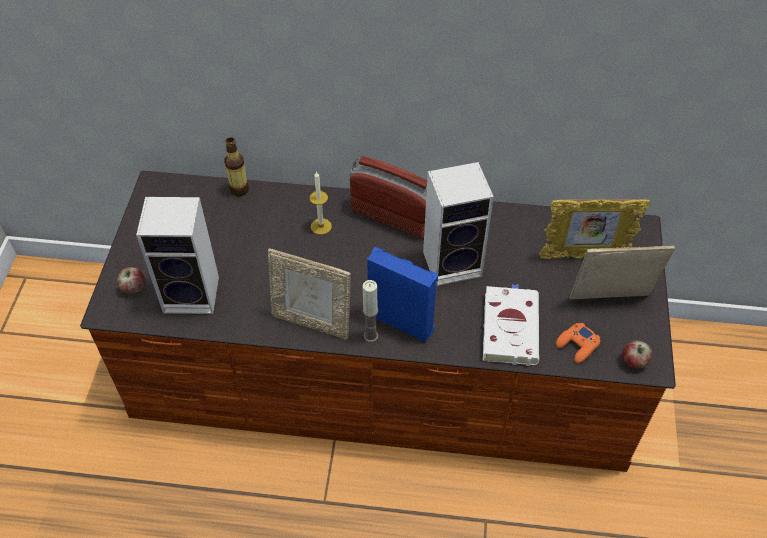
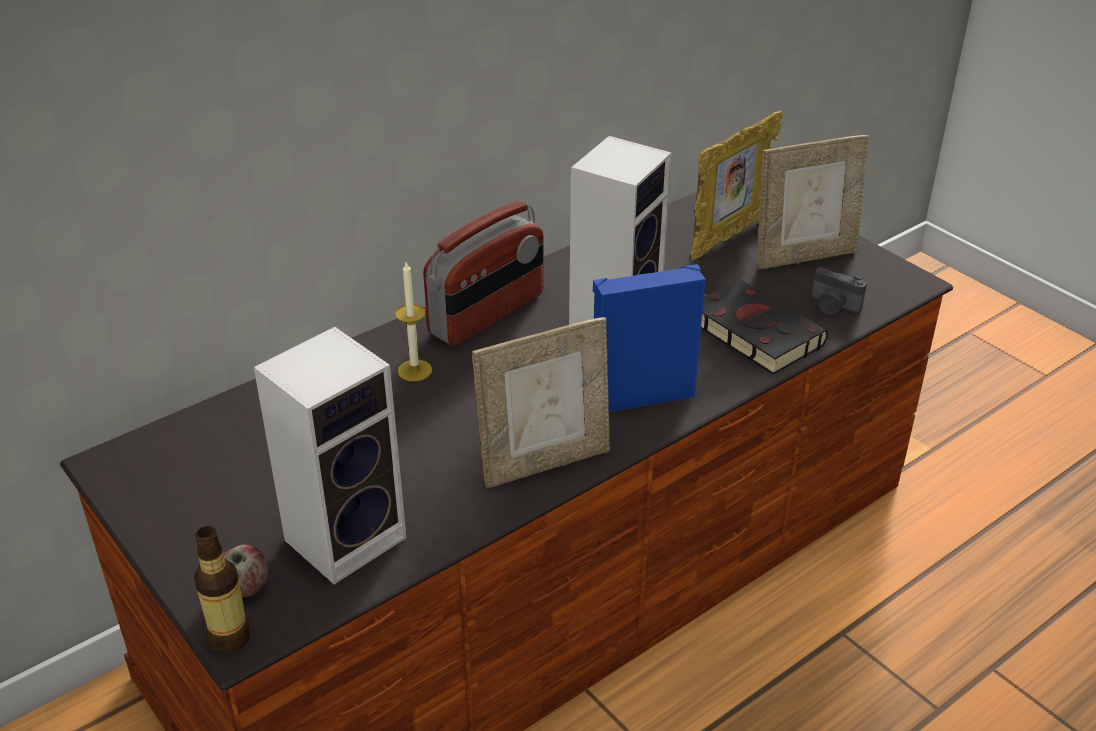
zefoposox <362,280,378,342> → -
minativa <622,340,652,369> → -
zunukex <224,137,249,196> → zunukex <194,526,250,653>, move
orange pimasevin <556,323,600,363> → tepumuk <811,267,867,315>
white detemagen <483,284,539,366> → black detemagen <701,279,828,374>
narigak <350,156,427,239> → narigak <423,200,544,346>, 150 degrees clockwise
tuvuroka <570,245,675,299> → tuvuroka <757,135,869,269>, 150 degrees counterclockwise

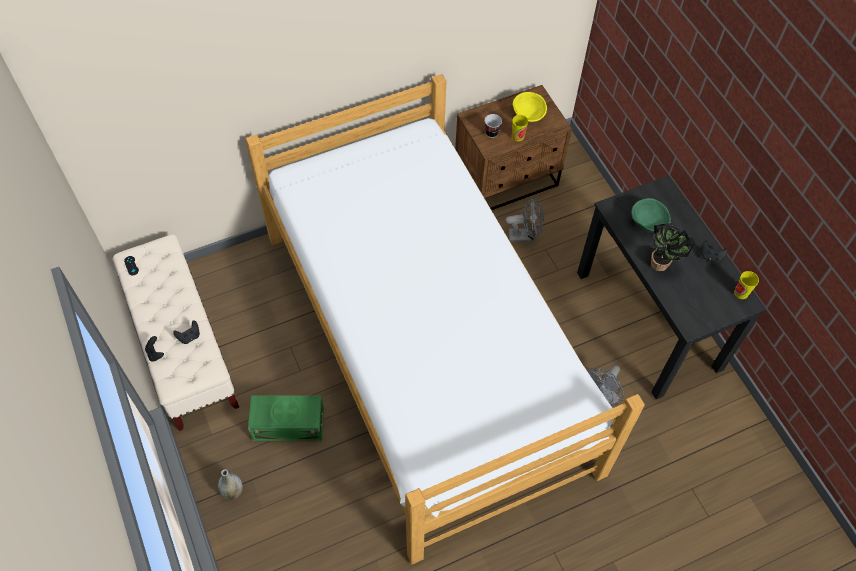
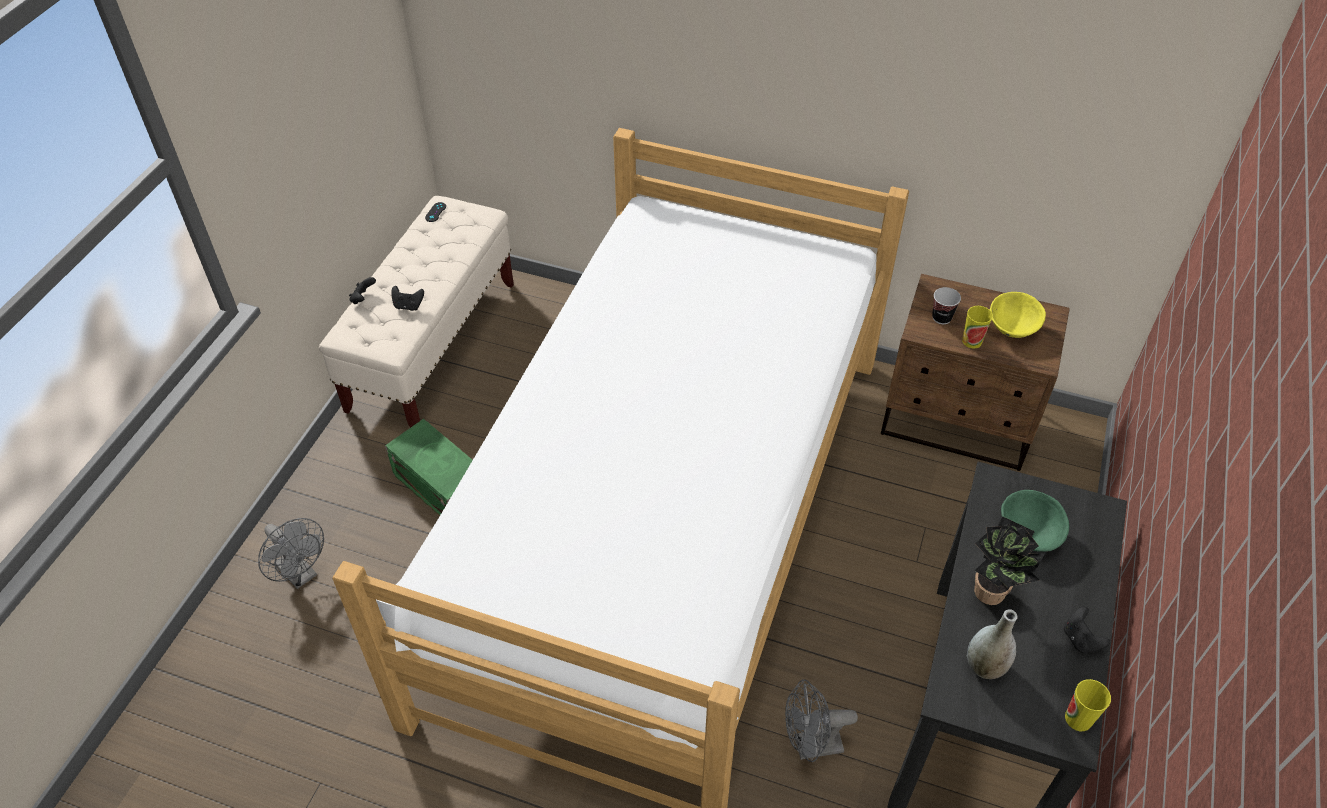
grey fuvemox <218,469,243,500> → grey fuvemox <967,609,1017,679>, move
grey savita <505,197,544,242> → grey savita <258,518,324,589>, move

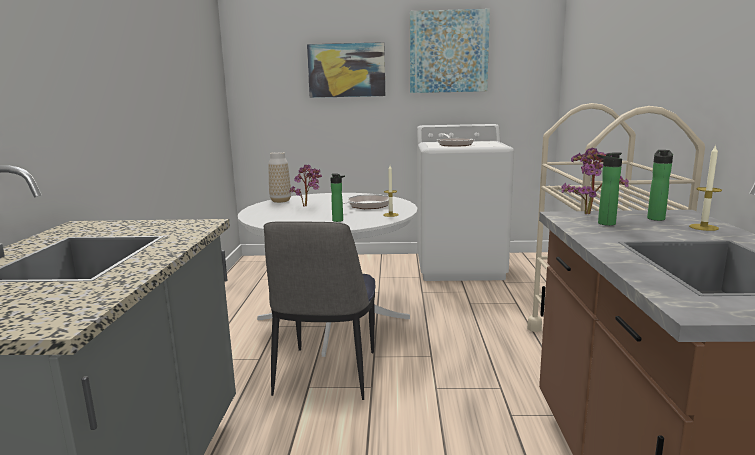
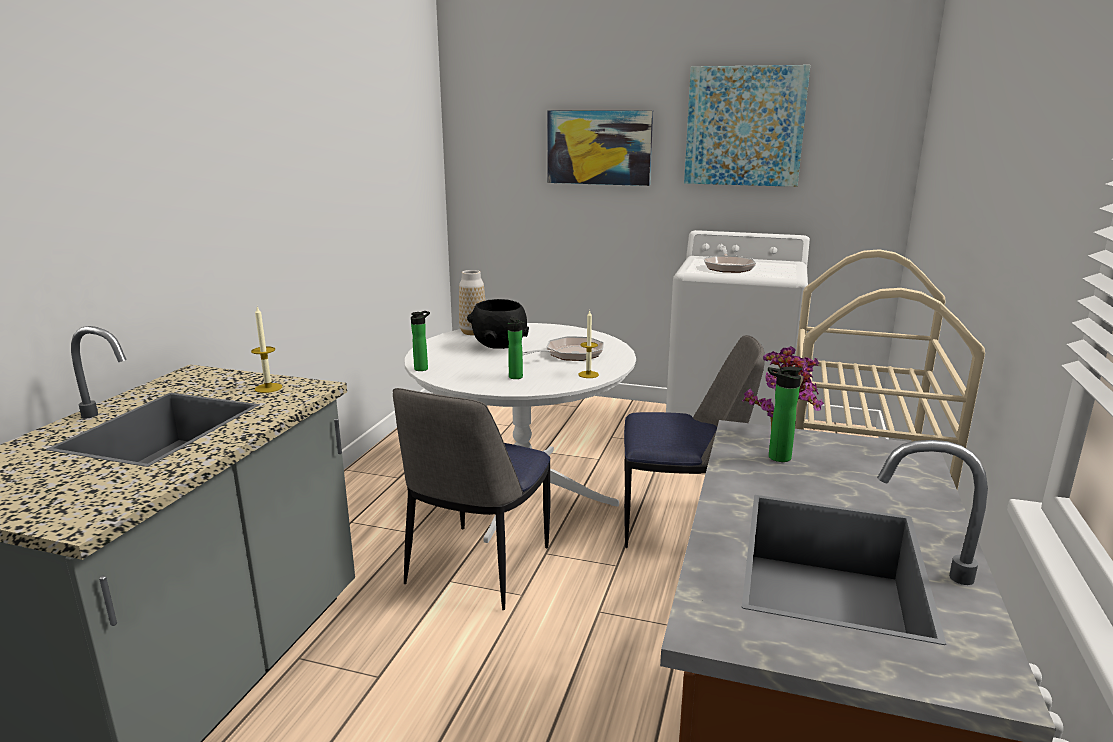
- → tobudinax <624,335,765,548>
zunukex <647,150,673,221> → zunukex <411,311,430,371>, move
zefoposox <689,144,722,231> → zefoposox <251,307,282,393>, move
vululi <289,164,322,206> → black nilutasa <467,299,529,349>

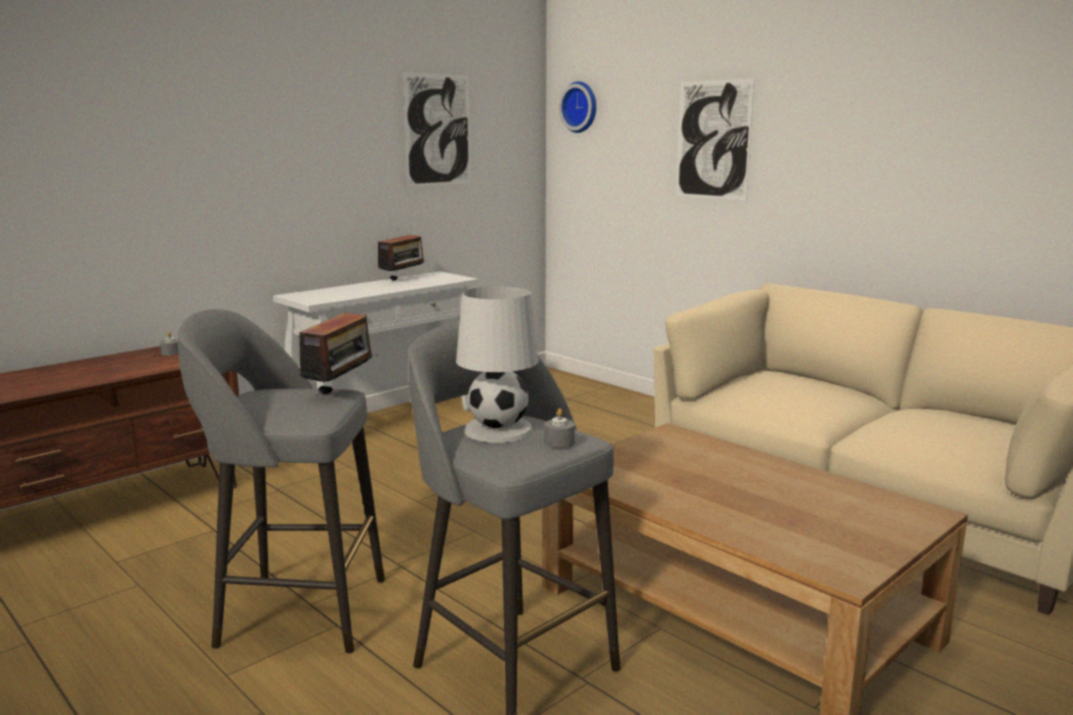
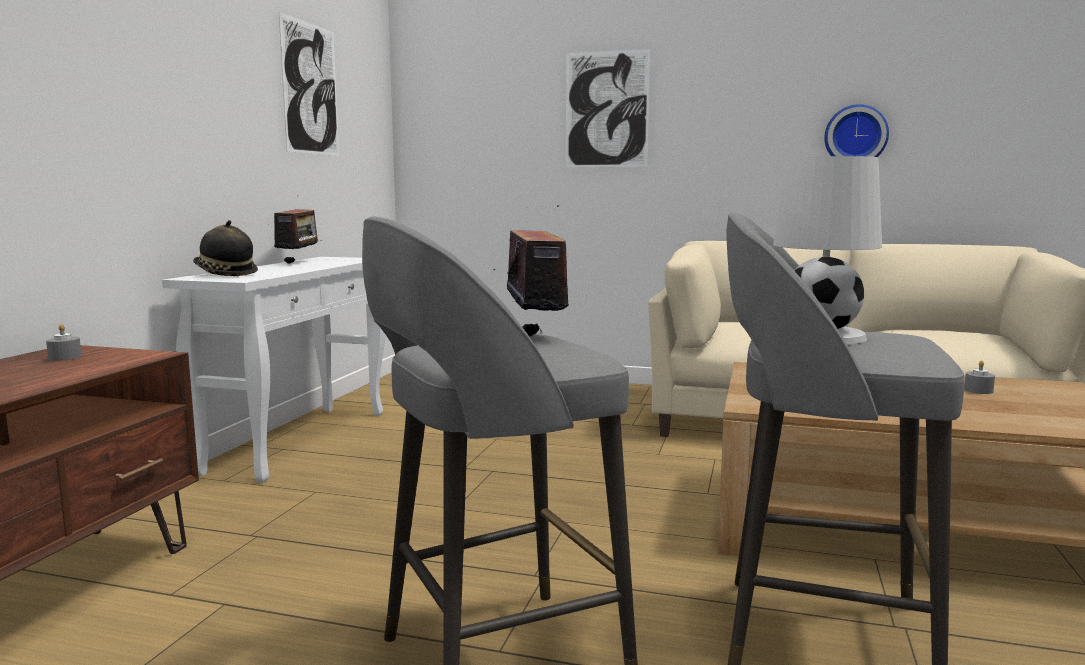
- → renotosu <193,220,258,276>
grey zefoposox <545,408,575,448> → grey zefoposox <964,360,995,394>, move
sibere <559,81,596,133> → sibere <824,104,889,157>, move

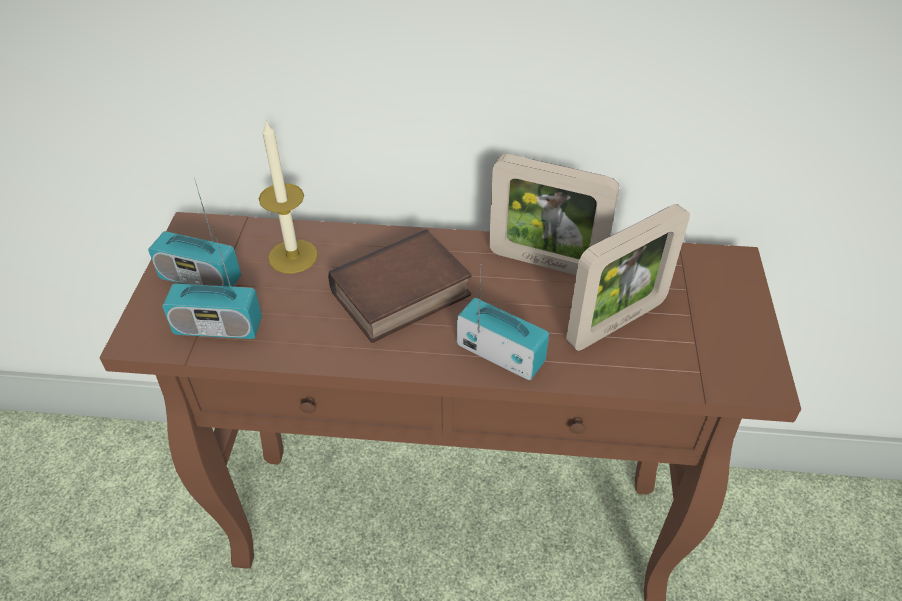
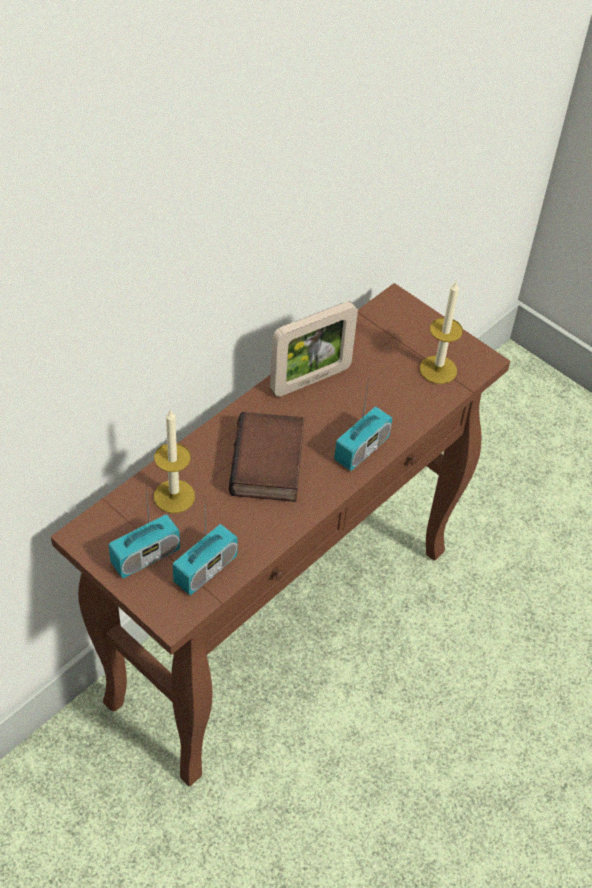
tuvuroka <566,204,690,351> → -
- → zefoposox <420,280,463,384>
narigak <457,271,549,380> → narigak <334,376,392,471>, 150 degrees clockwise

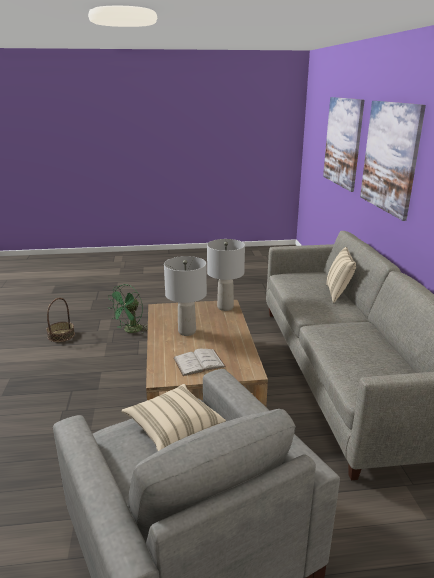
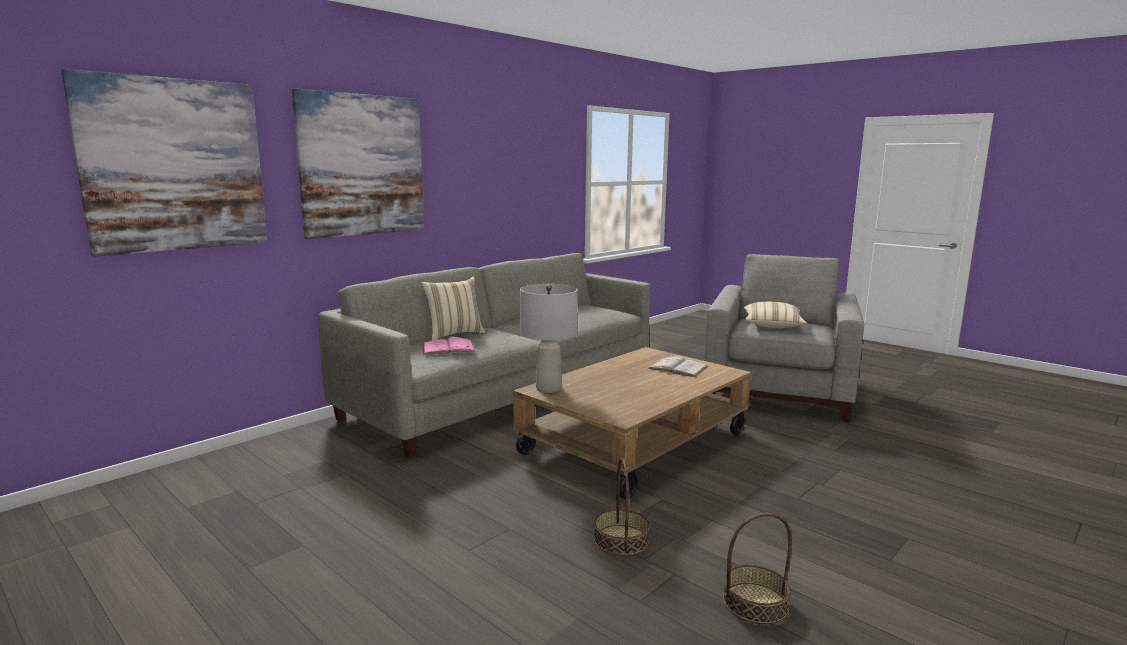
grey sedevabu <164,256,207,336> → -
- → pink detemagen <423,337,476,355>
green savita <108,284,148,334> → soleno <594,458,650,556>

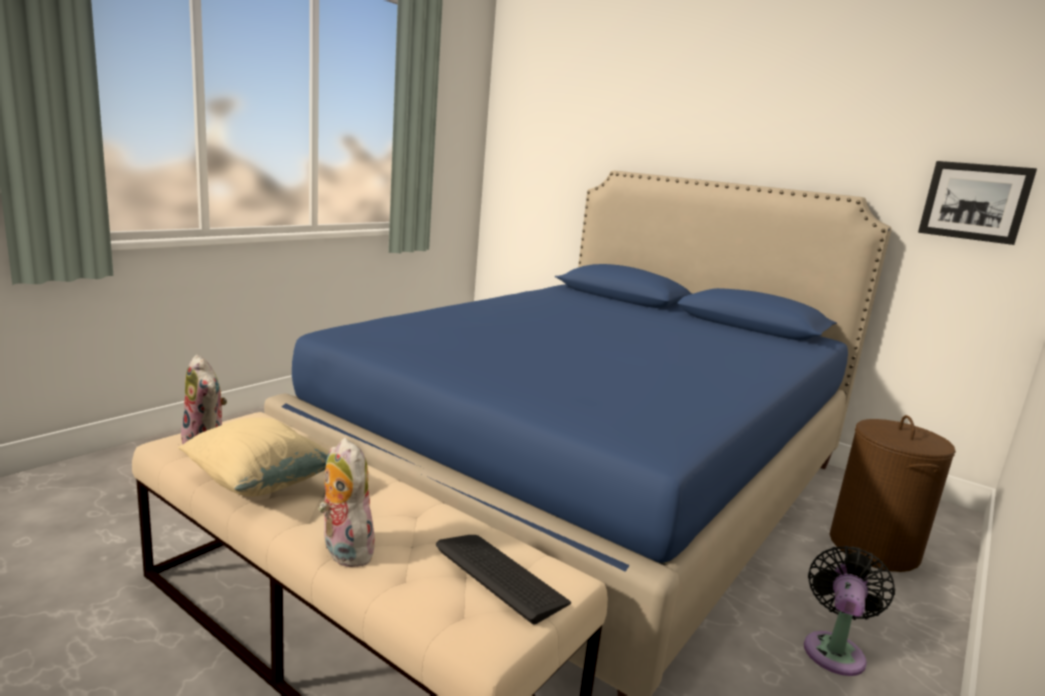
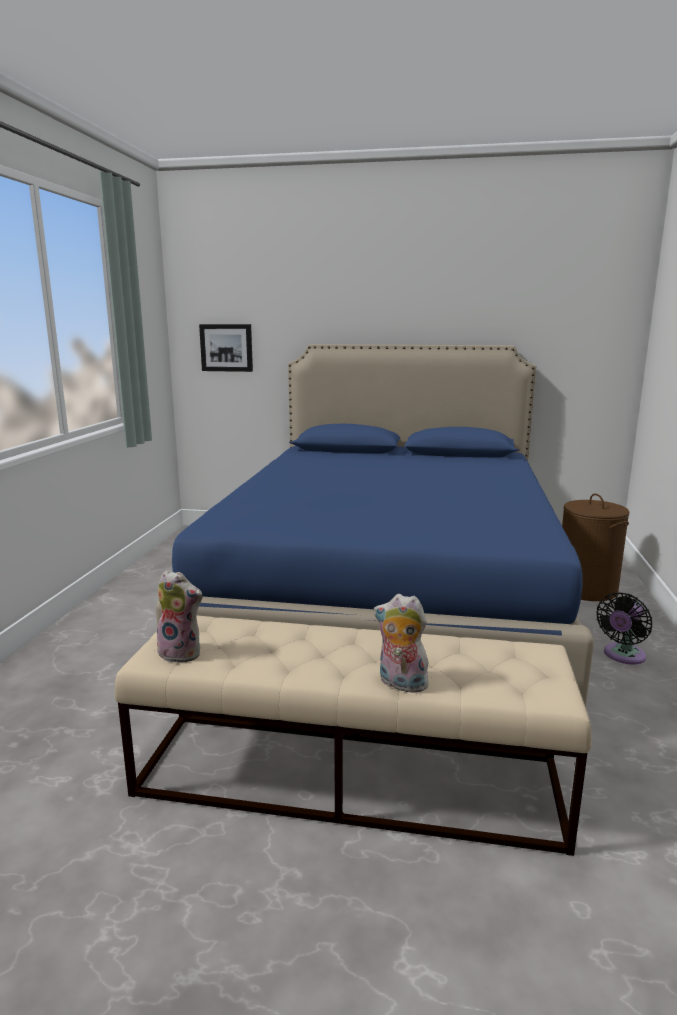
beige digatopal <178,417,329,497> → -
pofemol <436,535,571,624> → -
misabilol <918,161,1037,245> → misabilol <199,324,253,372>, move
black savita <804,546,895,676> → black savita <596,592,652,664>, 135 degrees counterclockwise

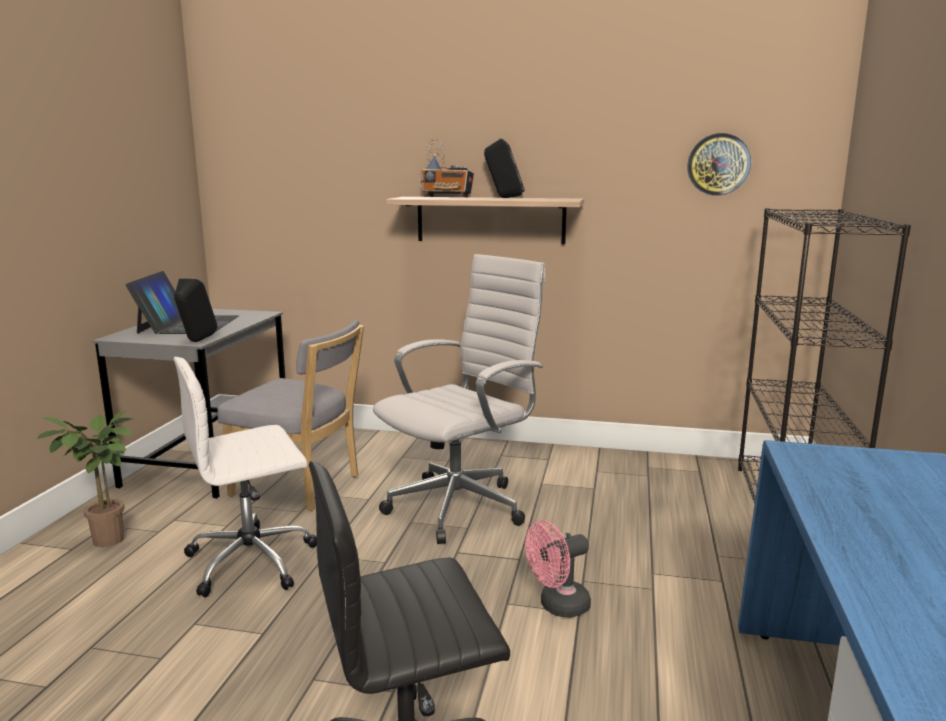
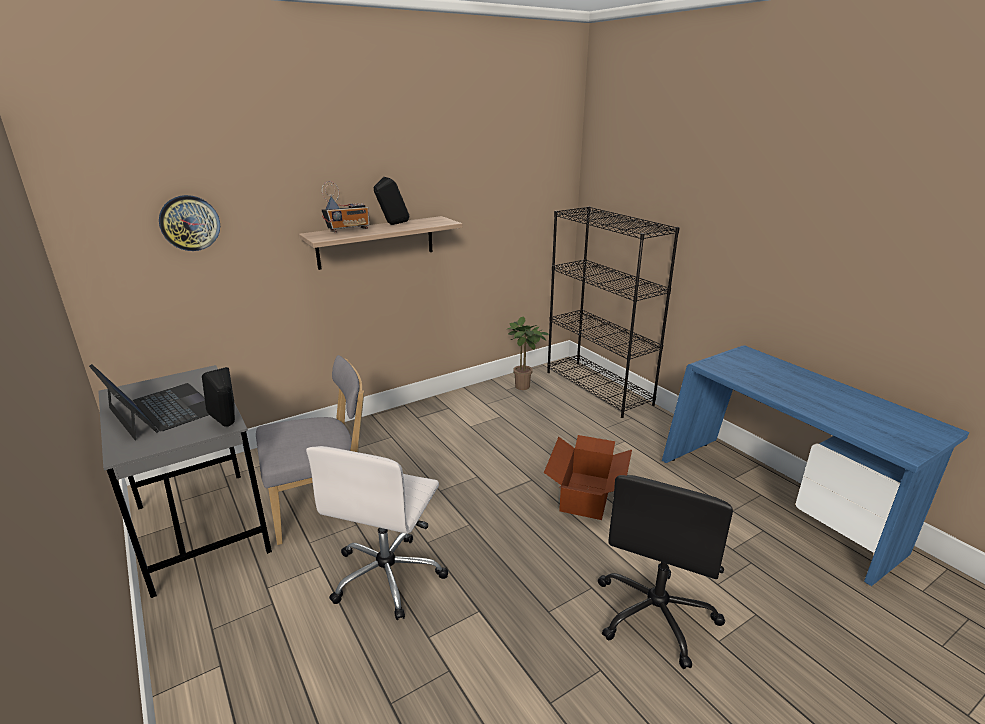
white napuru <373,254,546,544> → -
vululi <37,411,133,547> → vululi <506,317,549,390>, move
sibere <687,133,751,196> → sibere <159,195,220,251>, move
pink savita <525,520,591,618> → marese <544,435,632,520>

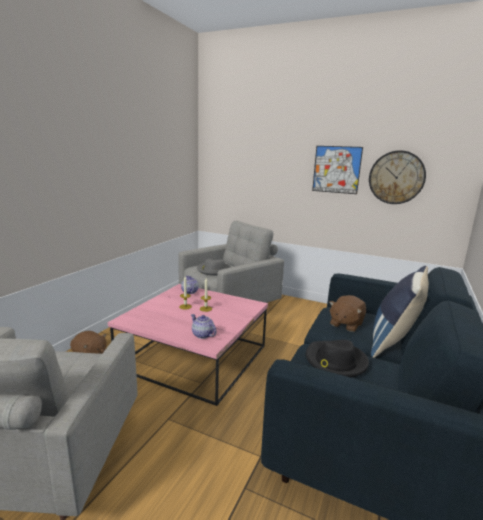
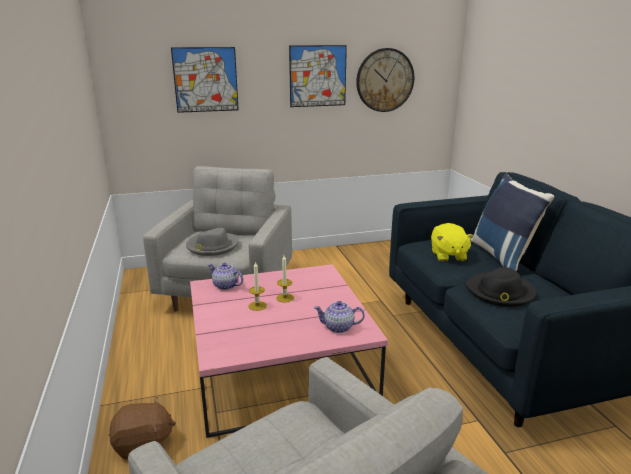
- → misabilol <171,47,239,113>
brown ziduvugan <329,295,366,332> → yellow ziduvugan <431,223,474,262>

